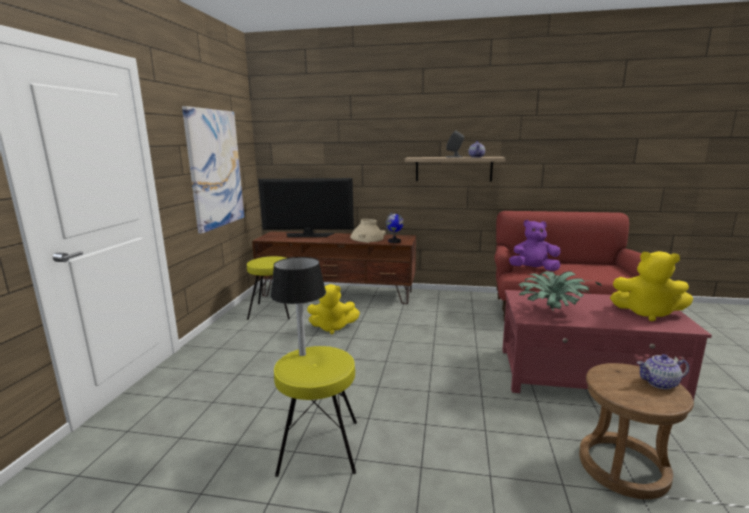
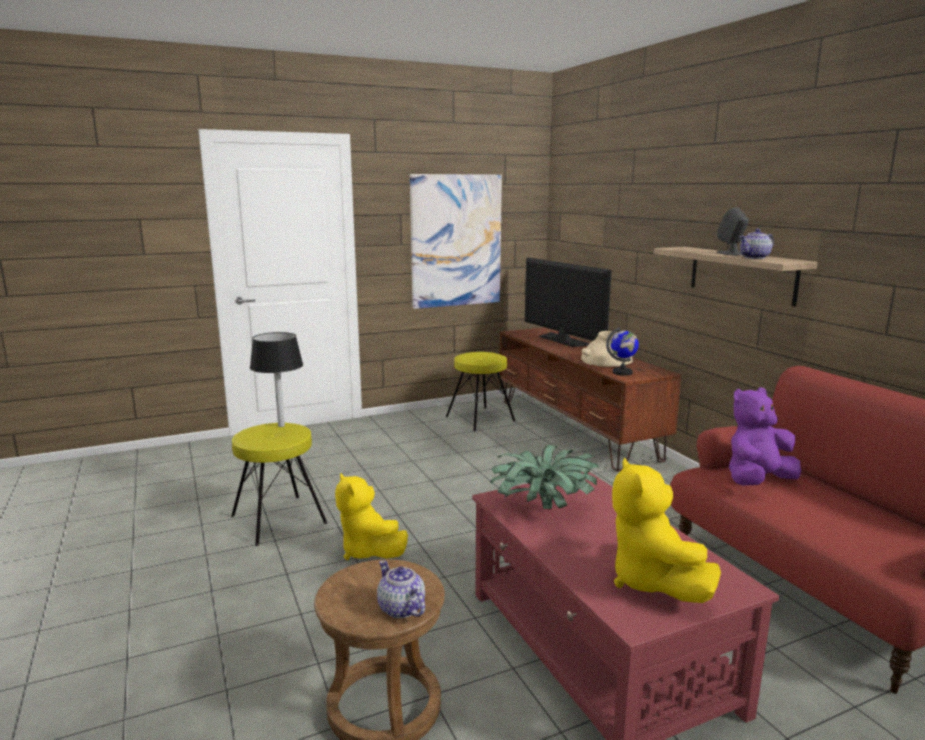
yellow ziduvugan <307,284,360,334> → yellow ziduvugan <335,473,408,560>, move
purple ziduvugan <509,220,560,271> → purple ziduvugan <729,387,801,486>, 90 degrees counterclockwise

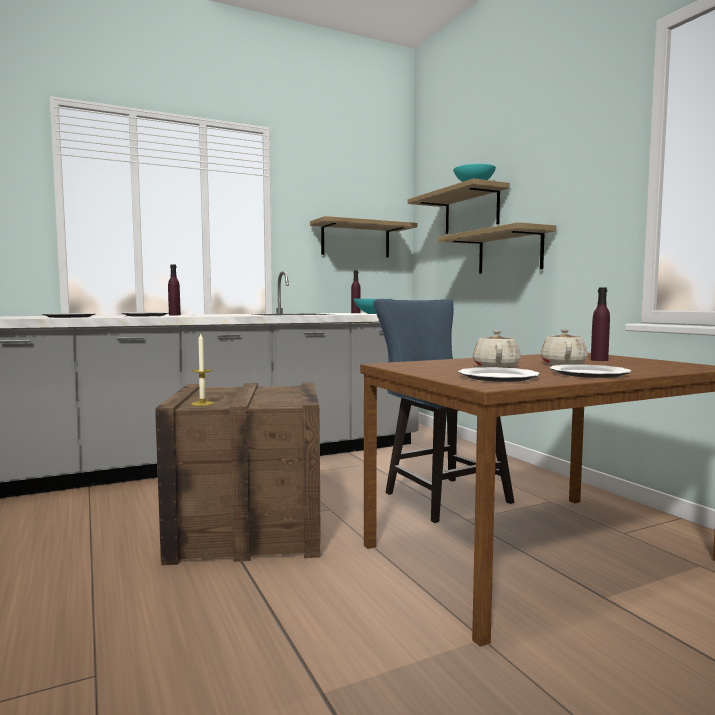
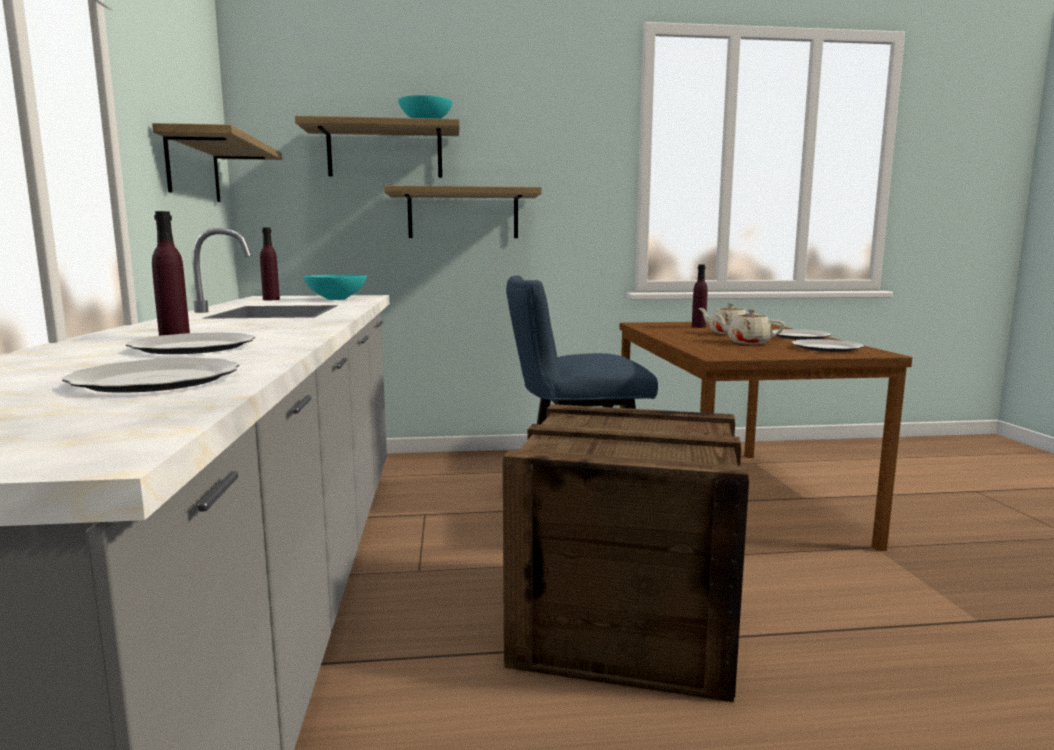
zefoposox <191,334,214,406> → -

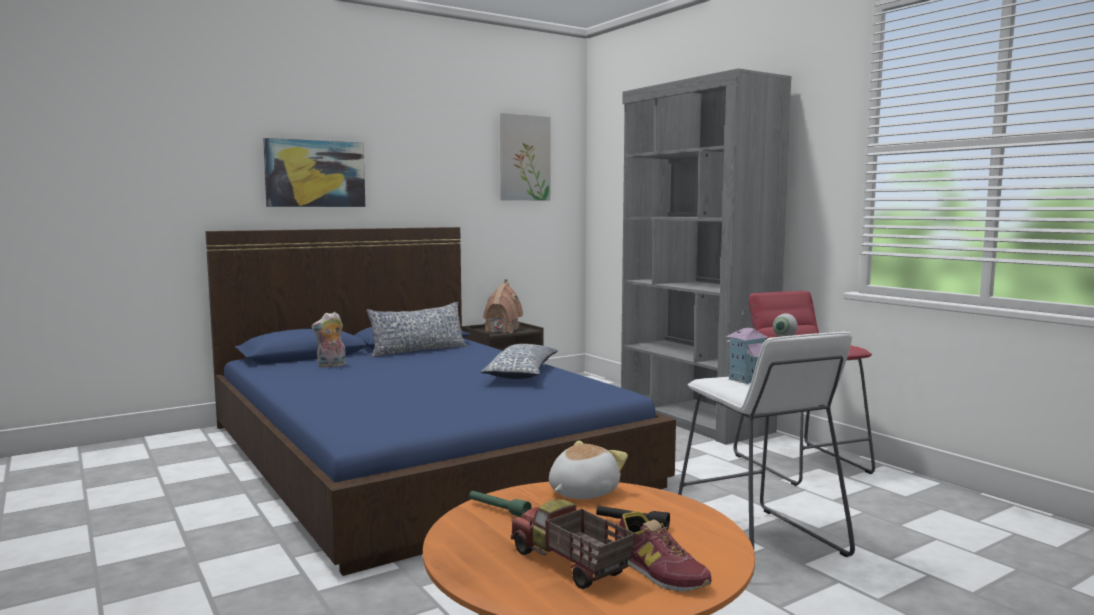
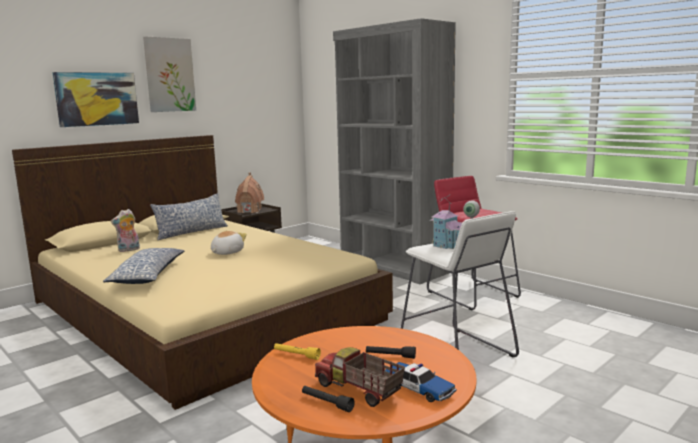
- → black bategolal <302,386,355,412>
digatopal <480,344,558,379> → digatopal <103,248,184,284>, move
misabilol <500,113,550,200> → misabilol <143,36,196,112>, move
ziduvugan <549,441,628,499> → ziduvugan <211,231,247,255>, move
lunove <618,511,712,592> → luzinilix <384,362,457,402>
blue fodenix <205,227,676,576> → beige fodenix <12,135,393,410>
green bategolal <469,491,532,517> → yellow bategolal <274,343,321,360>

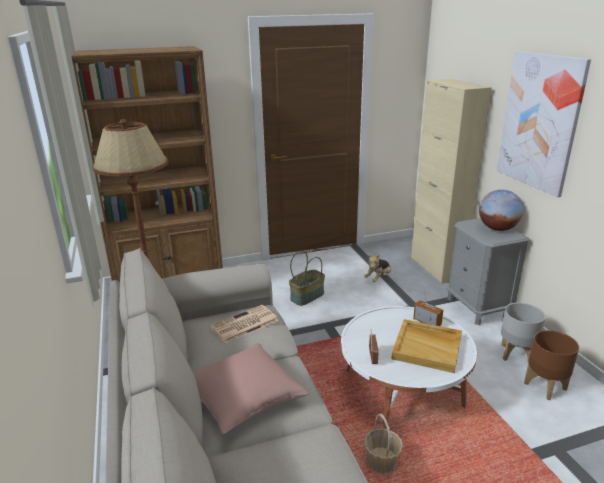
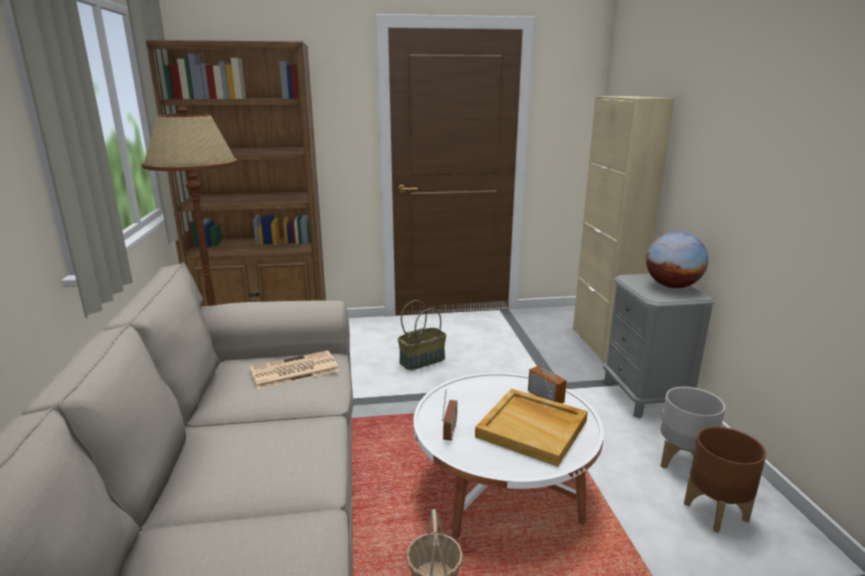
pink digatopal <193,343,309,434> → -
ziduvugan <364,255,392,282> → -
misabilol <497,51,591,197> → -

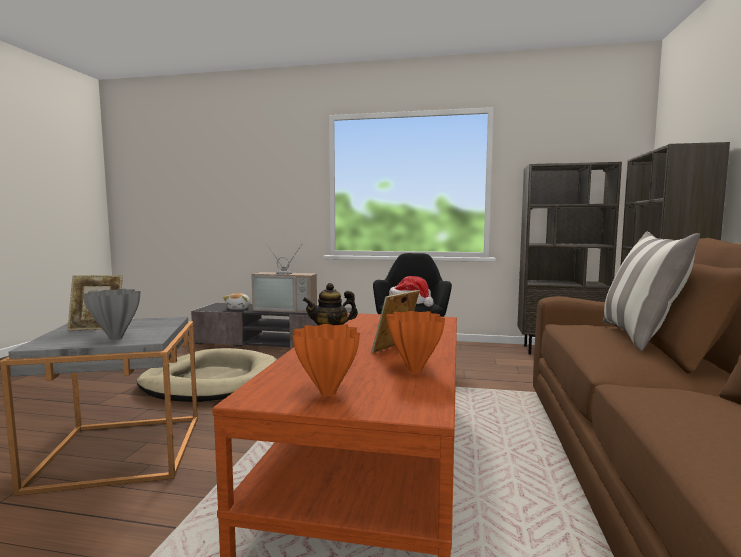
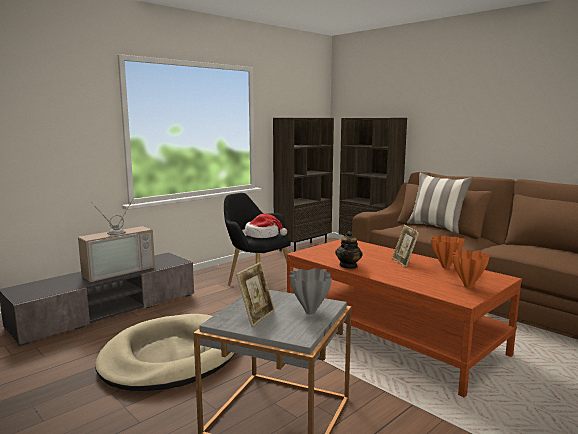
ziduvugan <223,293,251,310> → -

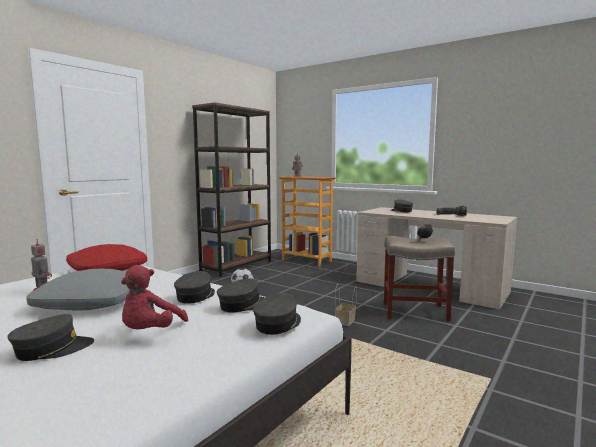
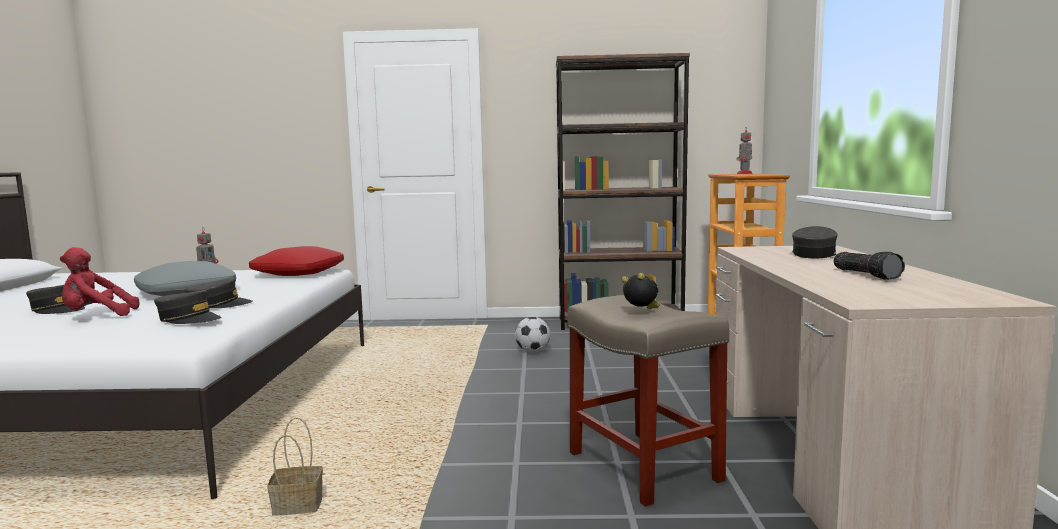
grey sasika <253,293,301,335> → -
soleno <335,284,357,326> → soleno <267,417,323,515>, move

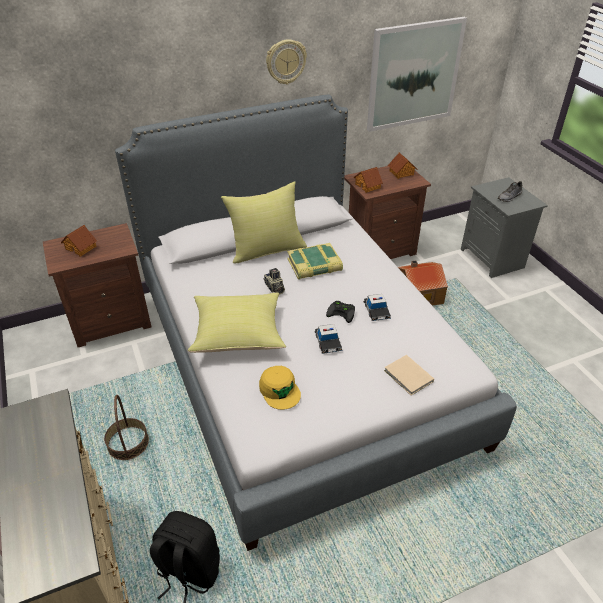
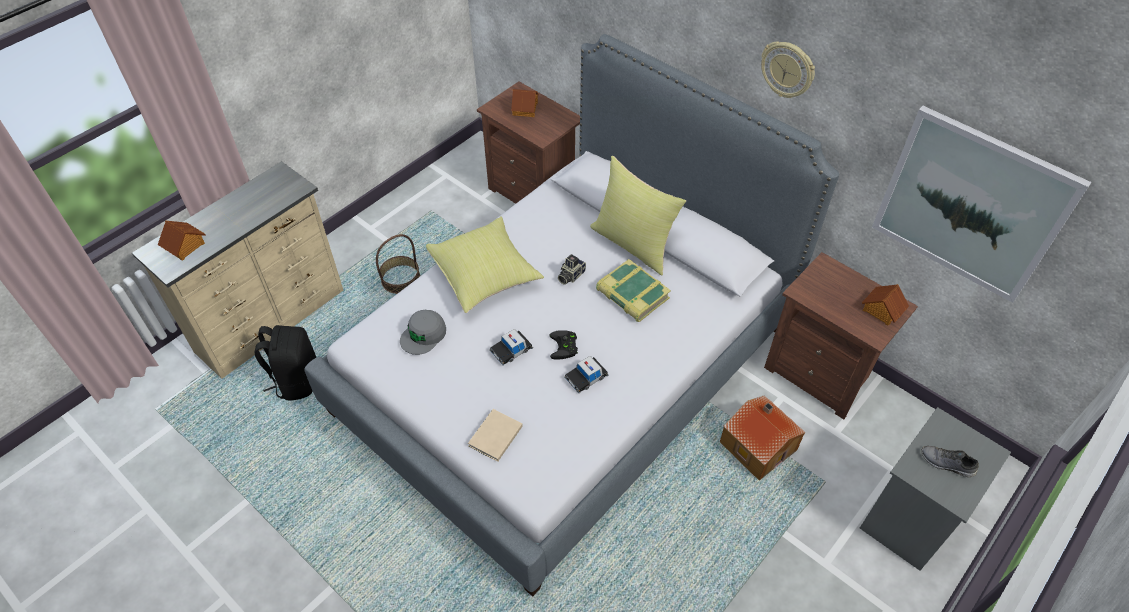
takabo <354,167,383,193> → takabo <158,220,206,261>, move
yellow sasika <259,366,301,410> → grey sasika <400,310,446,355>

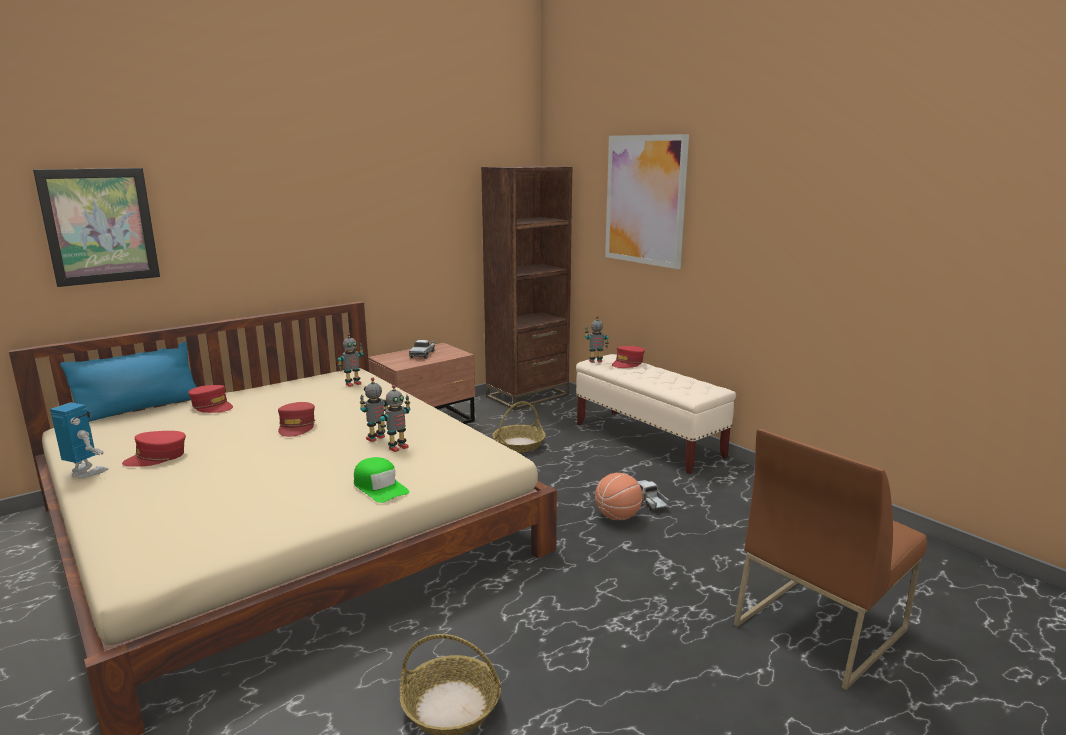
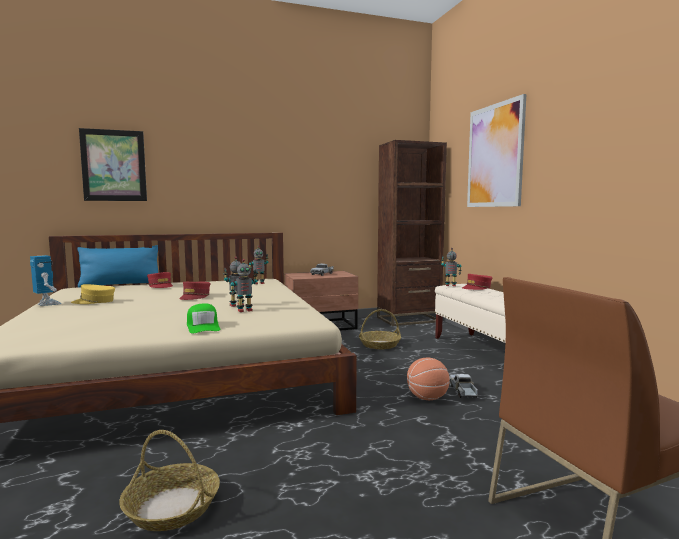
red sasika <122,431,186,467> → yellow sasika <71,284,115,304>

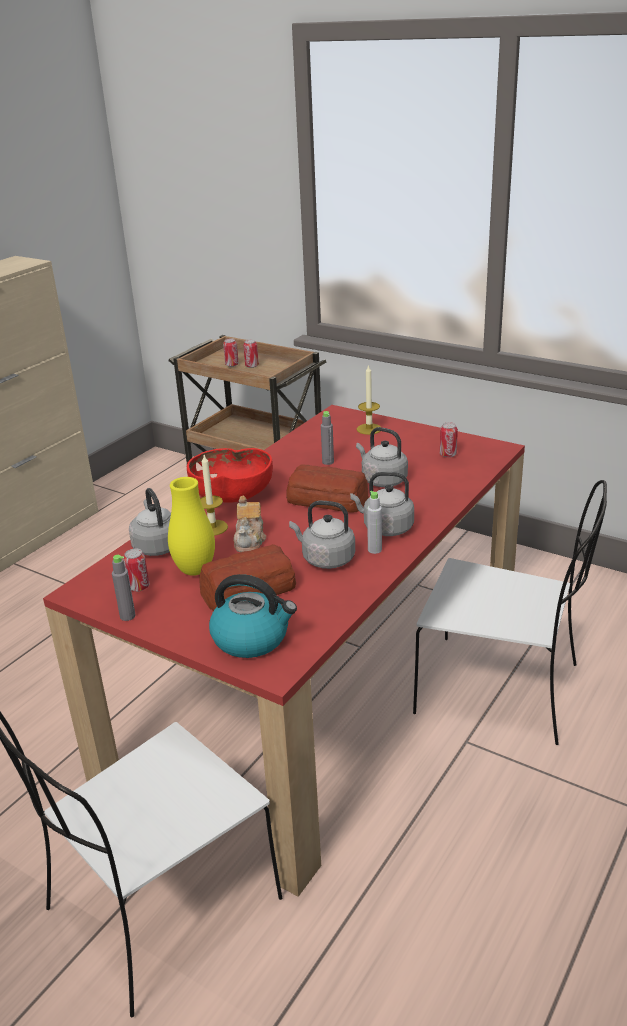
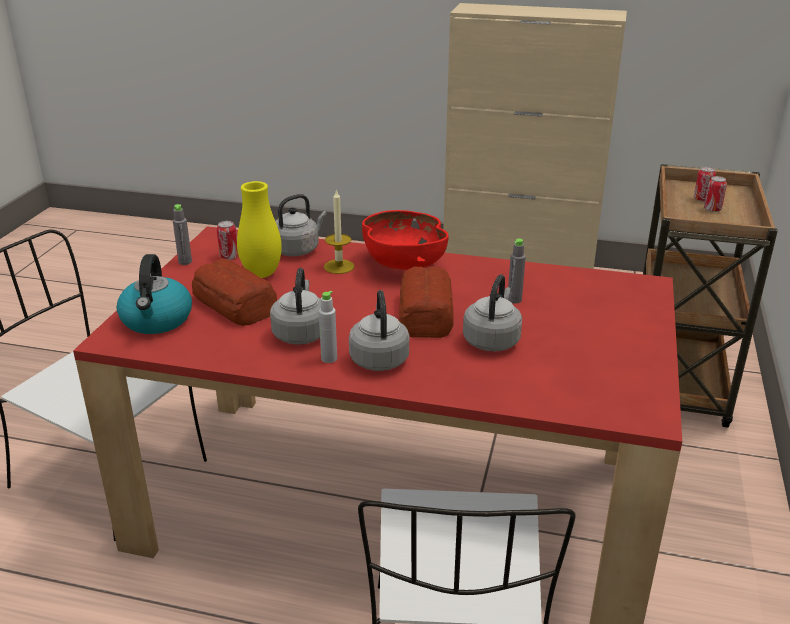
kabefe <233,496,266,552> → -
zefoposox <357,365,381,435> → -
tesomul <440,422,458,457> → -

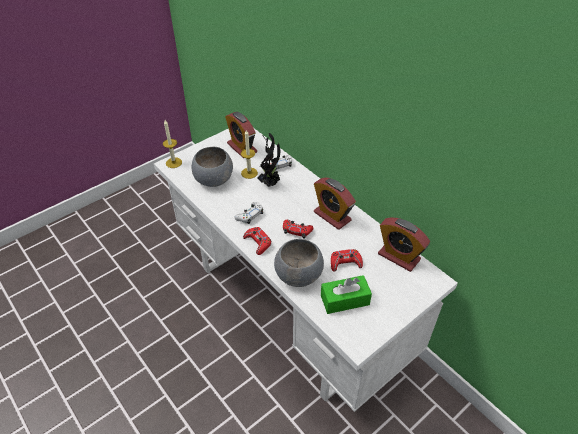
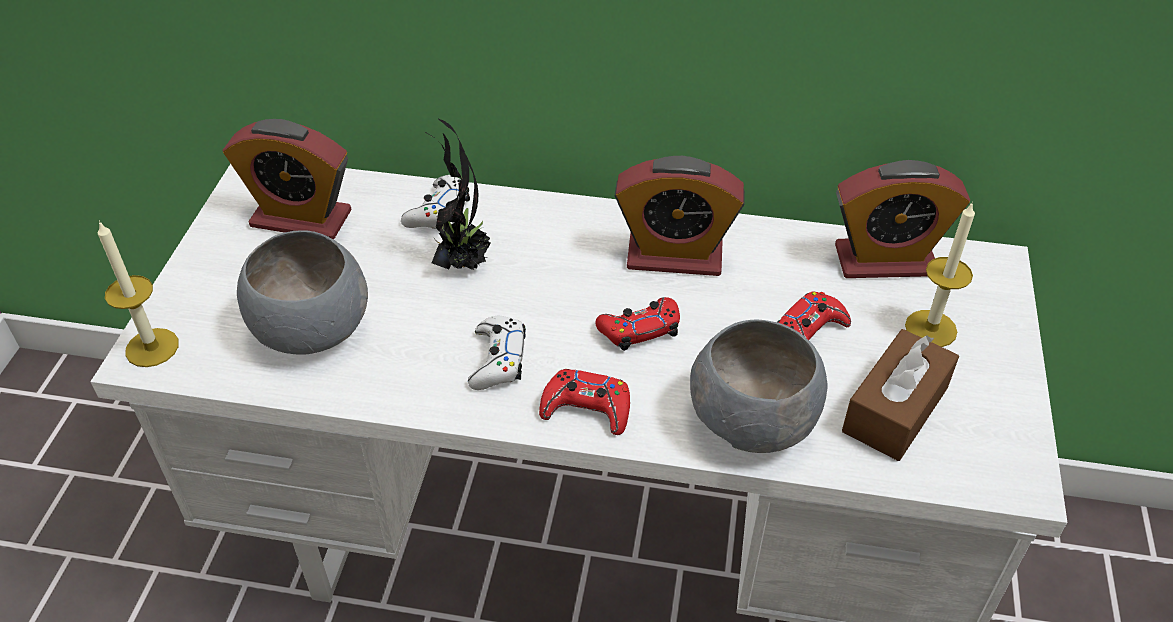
zefoposox <241,130,258,179> → zefoposox <905,202,975,347>, move
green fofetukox <321,275,372,314> → brown fofetukox <842,329,959,461>

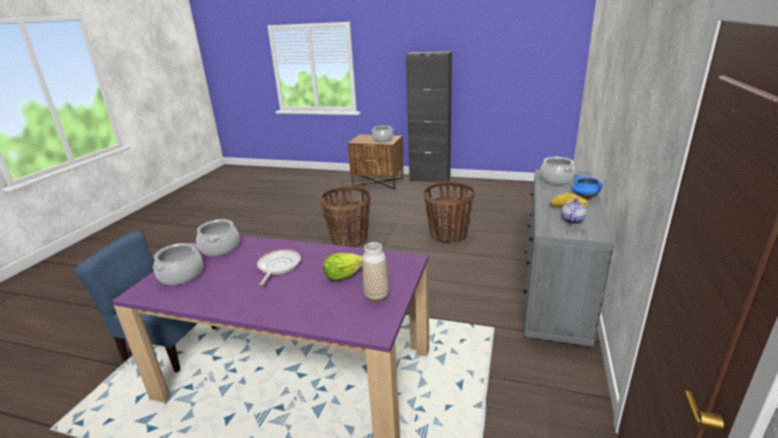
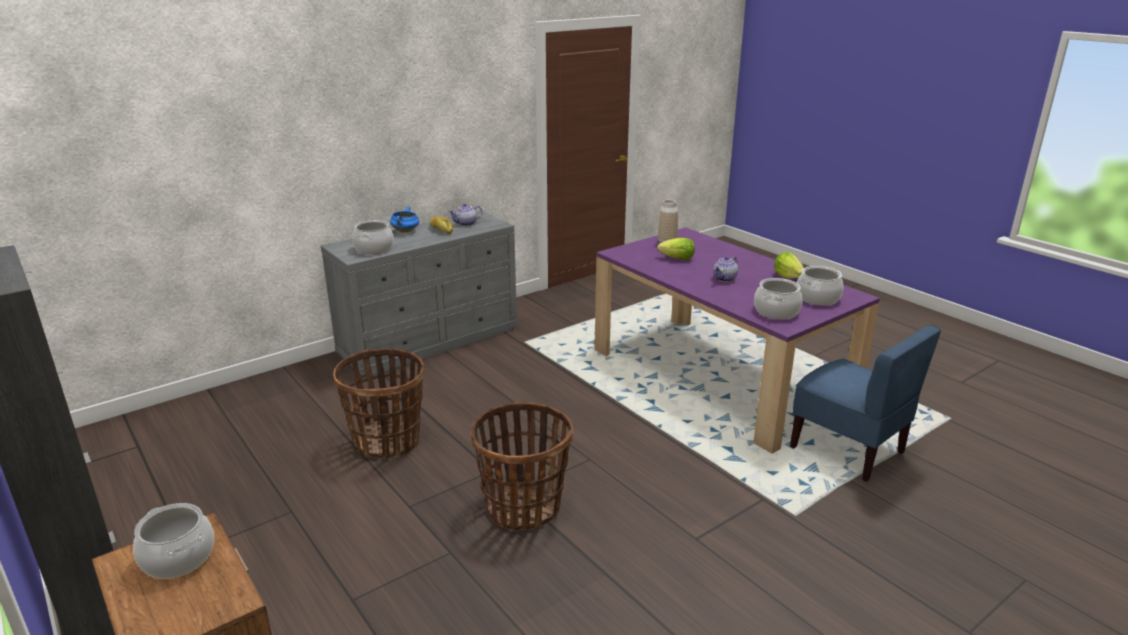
- → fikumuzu <774,252,804,279>
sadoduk <257,250,301,285> → kabefe <713,256,738,282>

